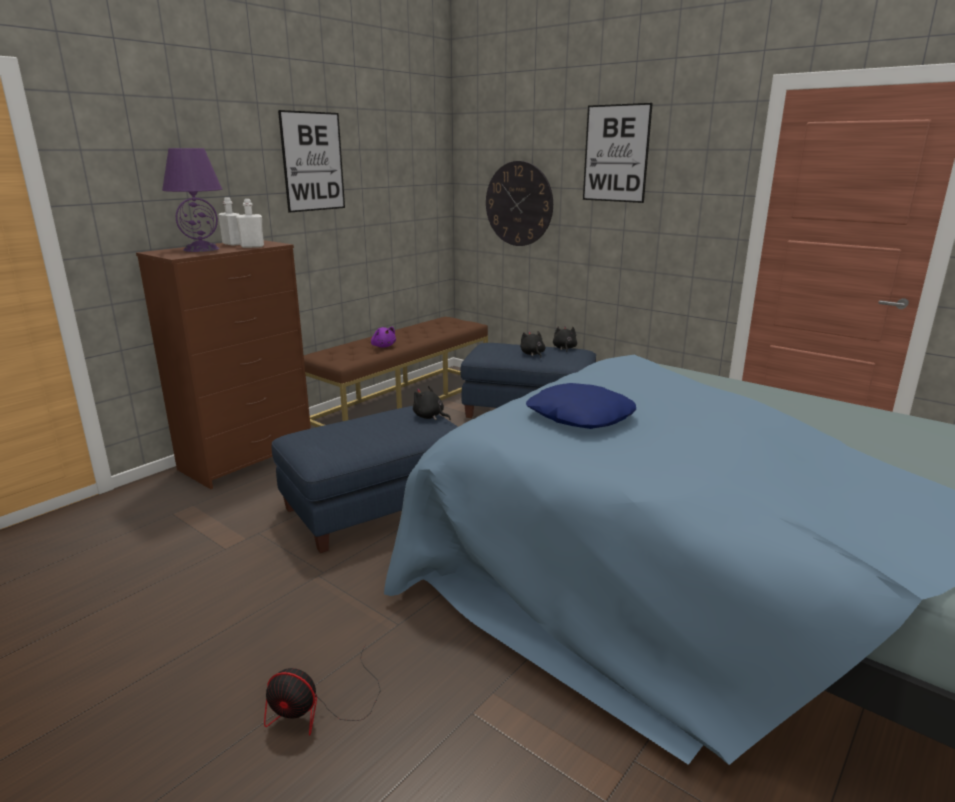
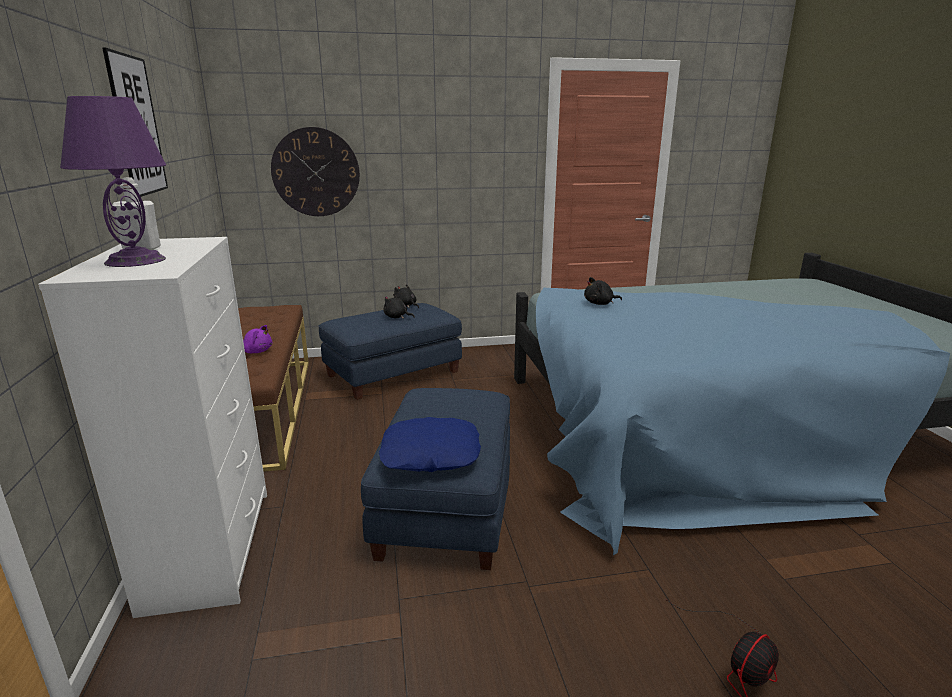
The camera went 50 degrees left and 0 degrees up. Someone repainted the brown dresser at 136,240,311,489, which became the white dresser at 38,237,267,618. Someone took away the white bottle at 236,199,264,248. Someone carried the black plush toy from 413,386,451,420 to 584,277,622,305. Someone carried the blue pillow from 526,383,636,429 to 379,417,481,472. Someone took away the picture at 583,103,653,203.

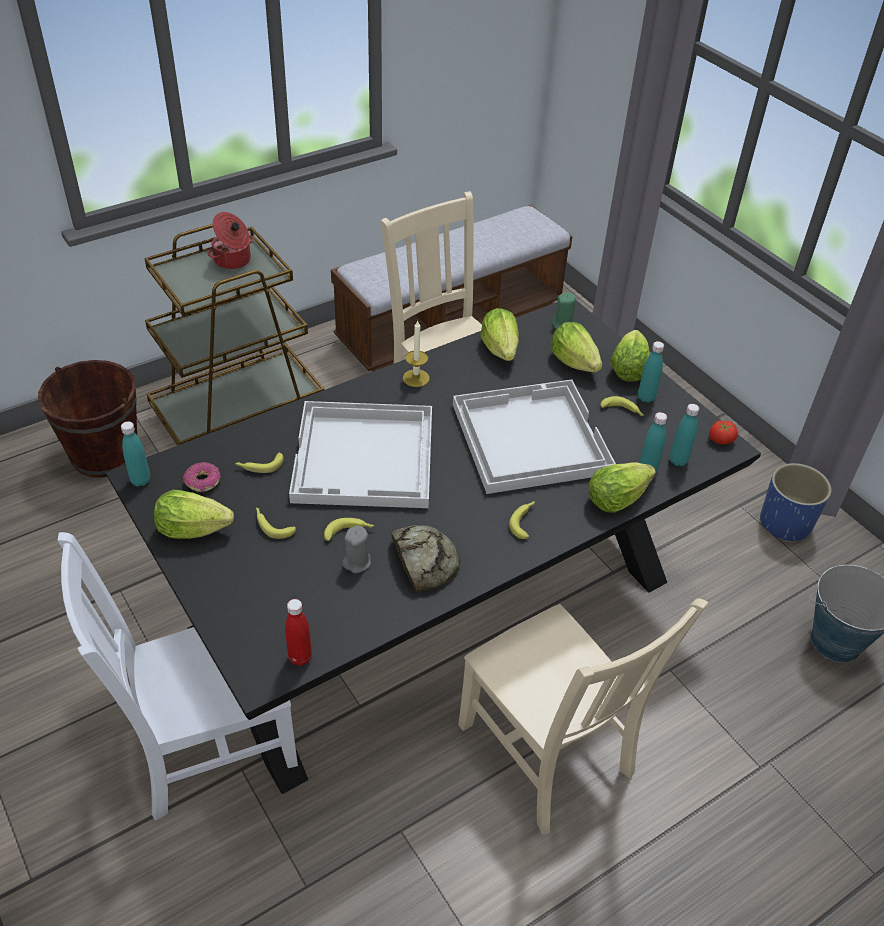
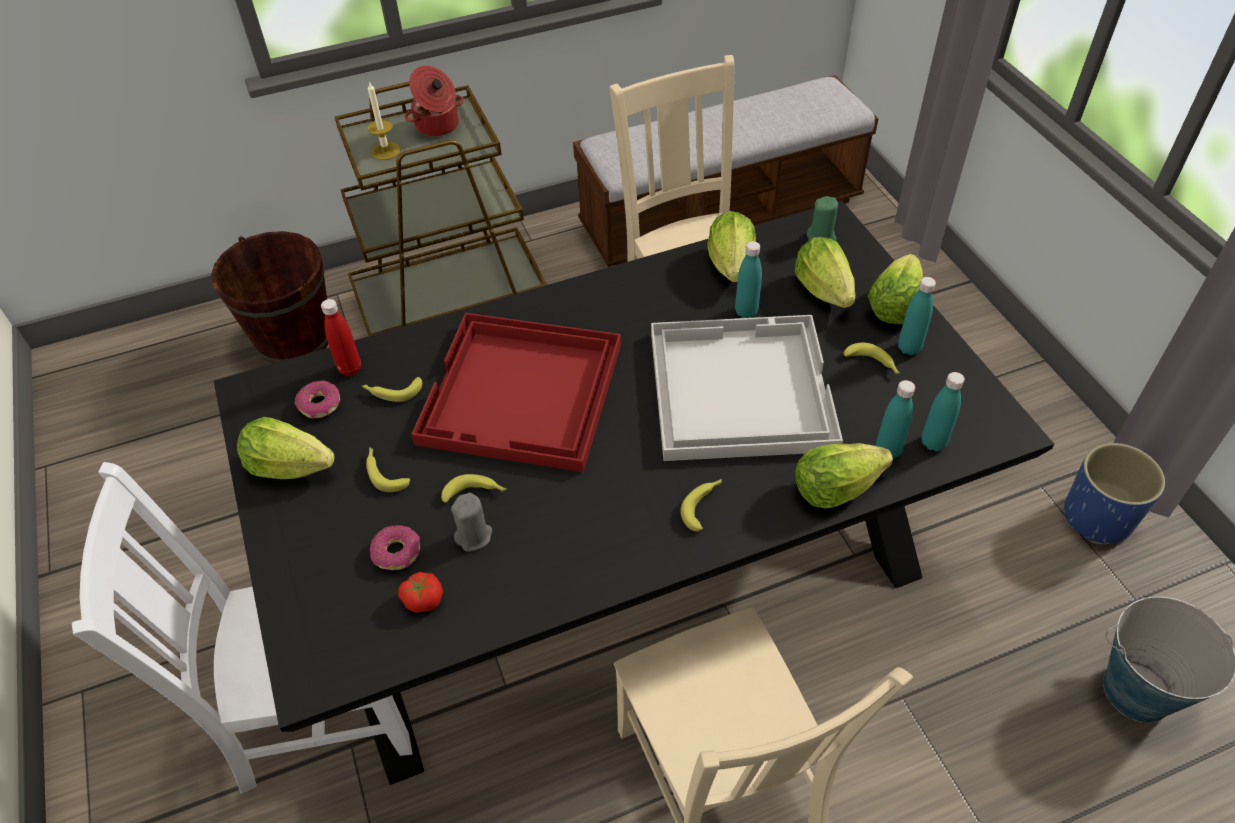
The camera went 15 degrees right and 5 degrees up. Someone carried the turquoise bottle from 121,421,150,487 to 735,241,762,318. Someone carried the red bottle from 285,599,312,666 to 321,299,361,376. Someone repainted the white tray at 289,401,432,508, which became the red tray at 411,313,621,472. Someone took away the bread at 391,525,460,592. Someone carried the candle from 403,320,430,387 to 367,82,400,160. Someone carried the tomato from 709,420,738,445 to 398,572,443,613. Someone put down the donut at 370,525,420,570.

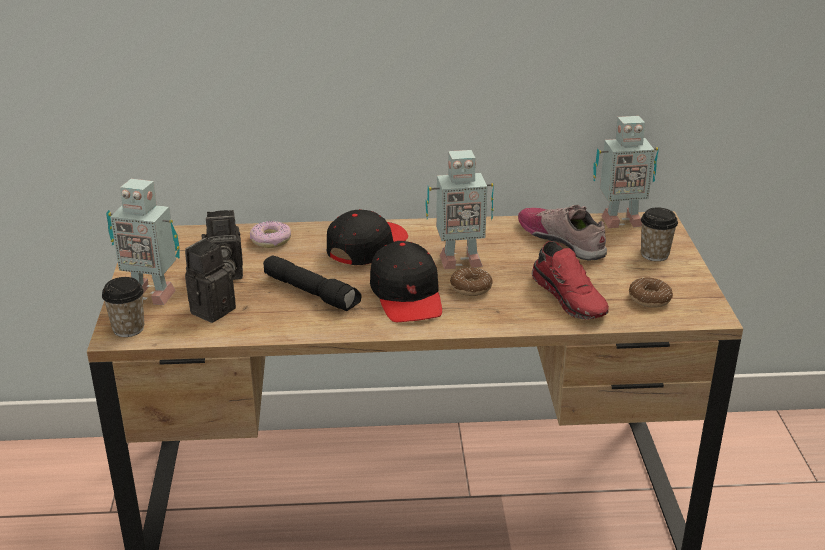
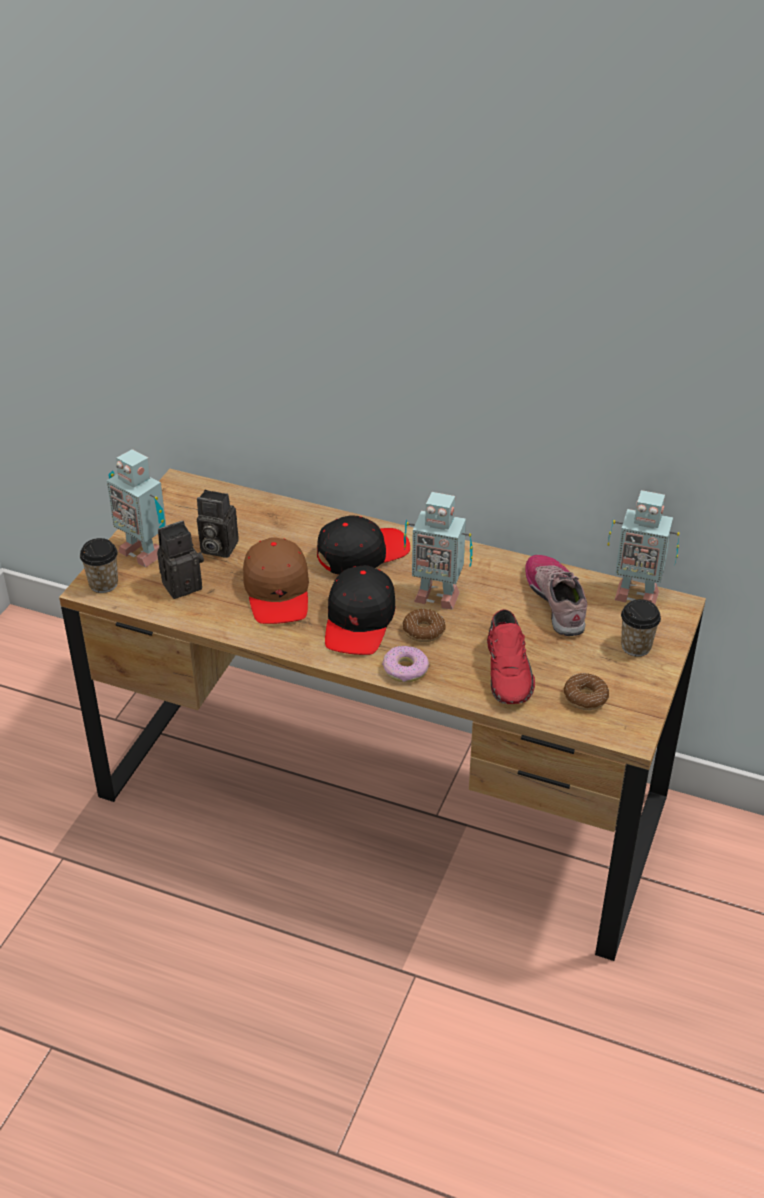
The camera went 25 degrees right and 10 degrees up. Someone carried the donut from 250,221,291,248 to 382,646,429,682. Someone swapped the black flashlight at 263,255,361,311 for the brown cap at 243,537,309,624.

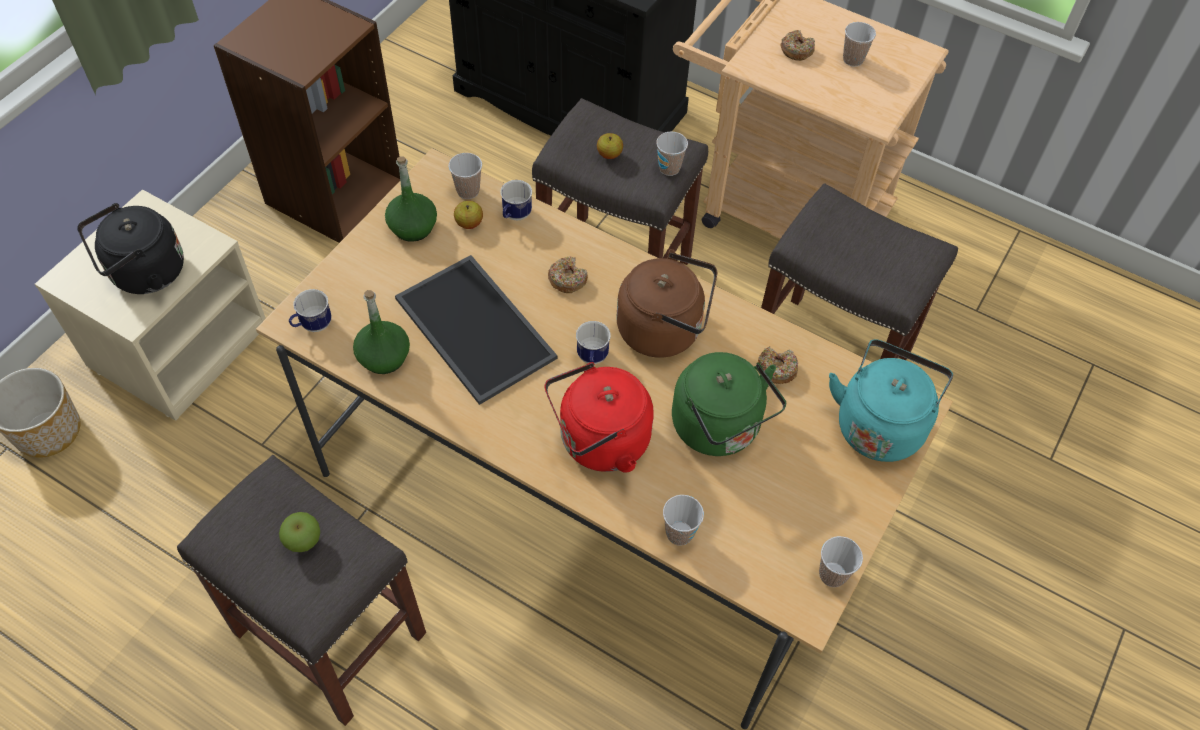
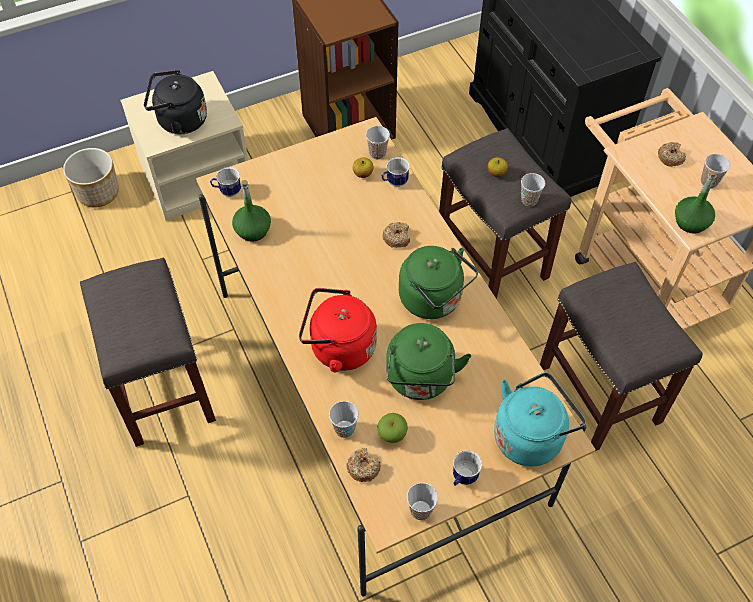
The camera went 35 degrees right and 0 degrees up. Someone carried the apple from 279,512,320,552 to 377,413,408,443. Someone carried the green bottle from 385,156,437,242 to 675,171,717,234. Someone took away the tray at 395,255,557,405. Someone carried the mug from 576,321,611,364 to 453,450,482,486. Someone repainted the brown kettle at 616,249,717,358, which became the green kettle at 399,246,478,319. Someone carried the donut from 758,346,798,385 to 346,448,381,482.

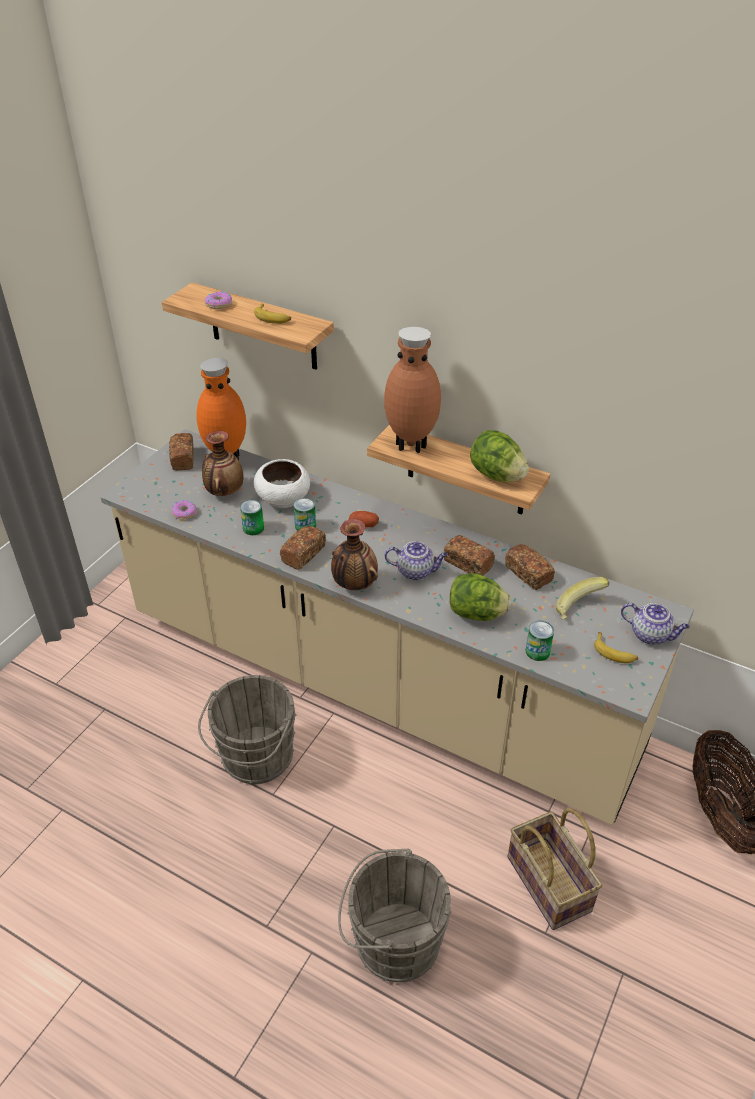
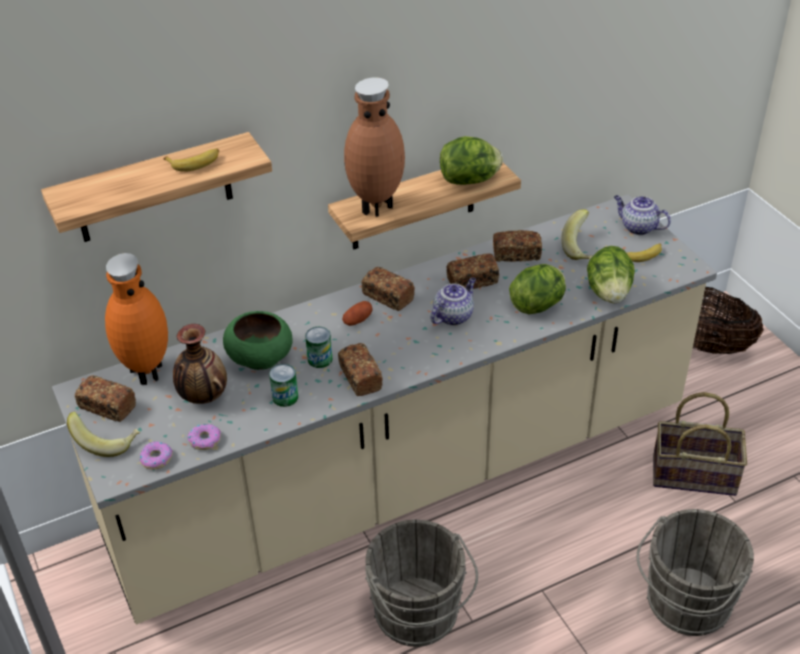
The camera went 55 degrees left and 0 degrees up. Someone carried the donut from 205,291,232,309 to 140,441,173,470. Someone repainted the white bowl at 254,459,310,508, which became the green bowl at 223,311,292,370. Someone took away the vase at 331,519,378,590. Someone swapped the can at 526,621,554,661 for the lettuce at 587,246,635,304. Someone rotated the teapot at 621,603,690,645 by 120 degrees counterclockwise. Someone put down the banana at 67,412,140,457. Someone put down the bread at 361,267,415,311.

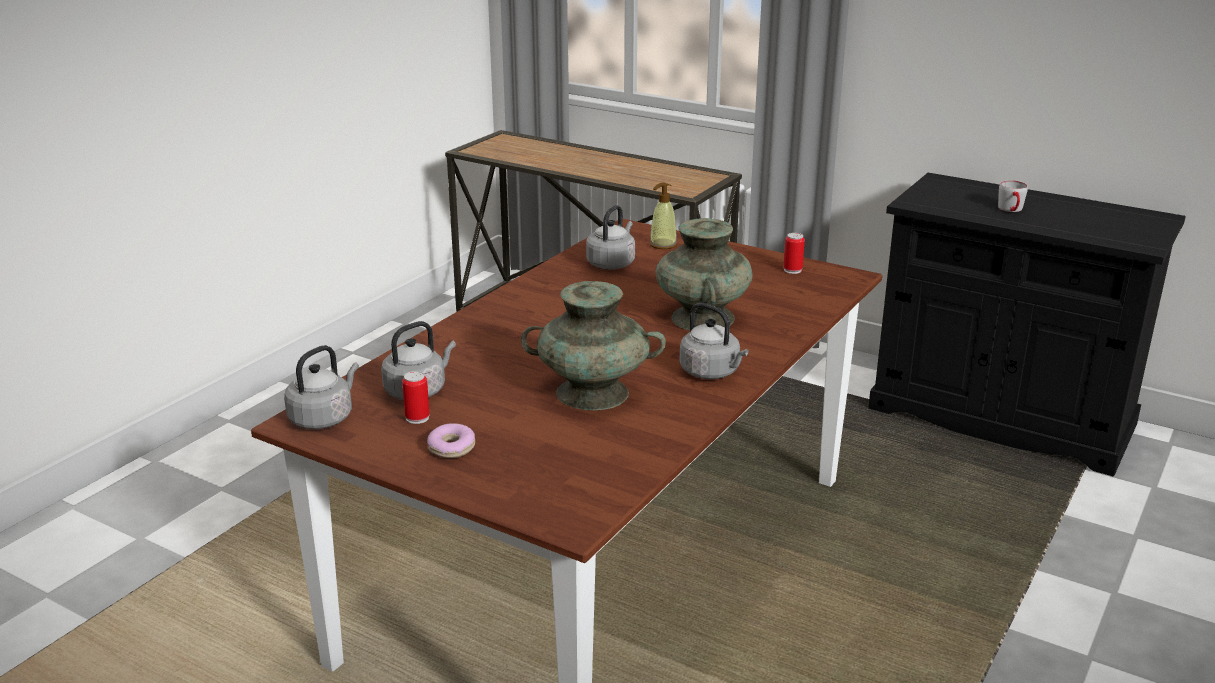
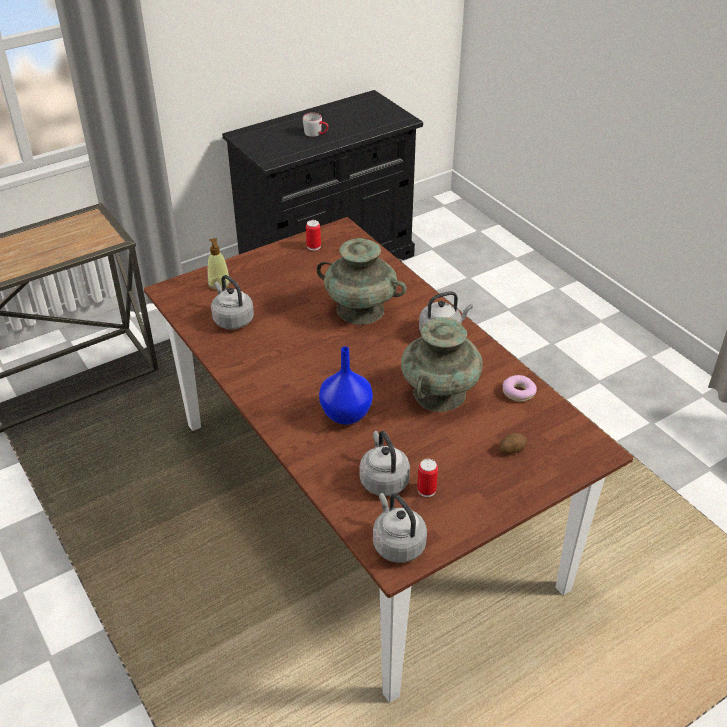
The camera went 65 degrees left and 15 degrees up. Someone carried the donut from 427,423,475,458 to 503,375,537,402. Someone put down the blue vase at 319,347,373,425. Someone put down the potato at 500,433,527,454.

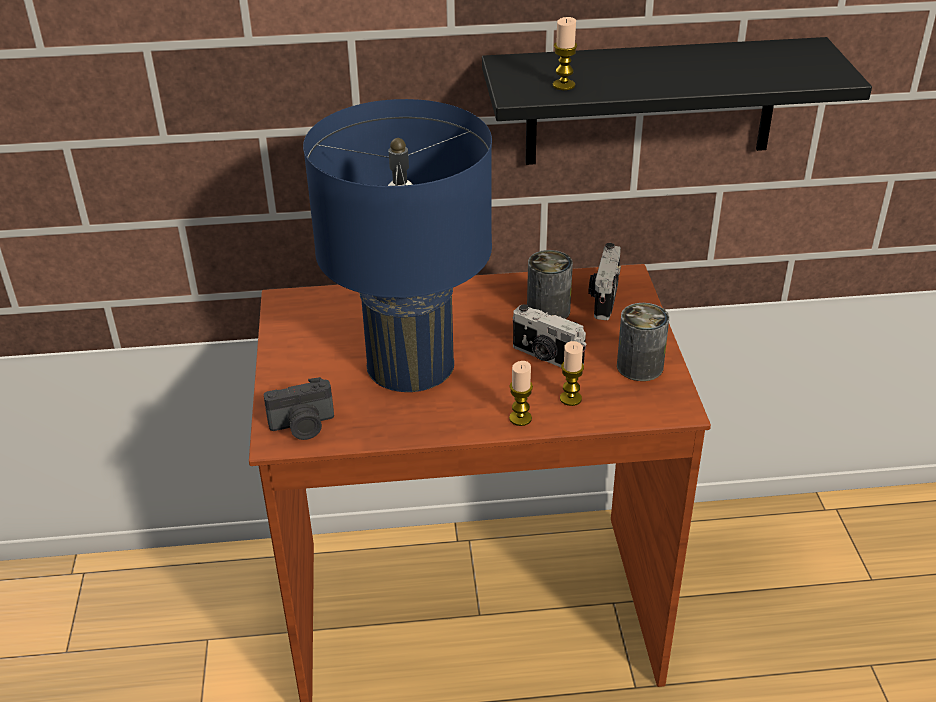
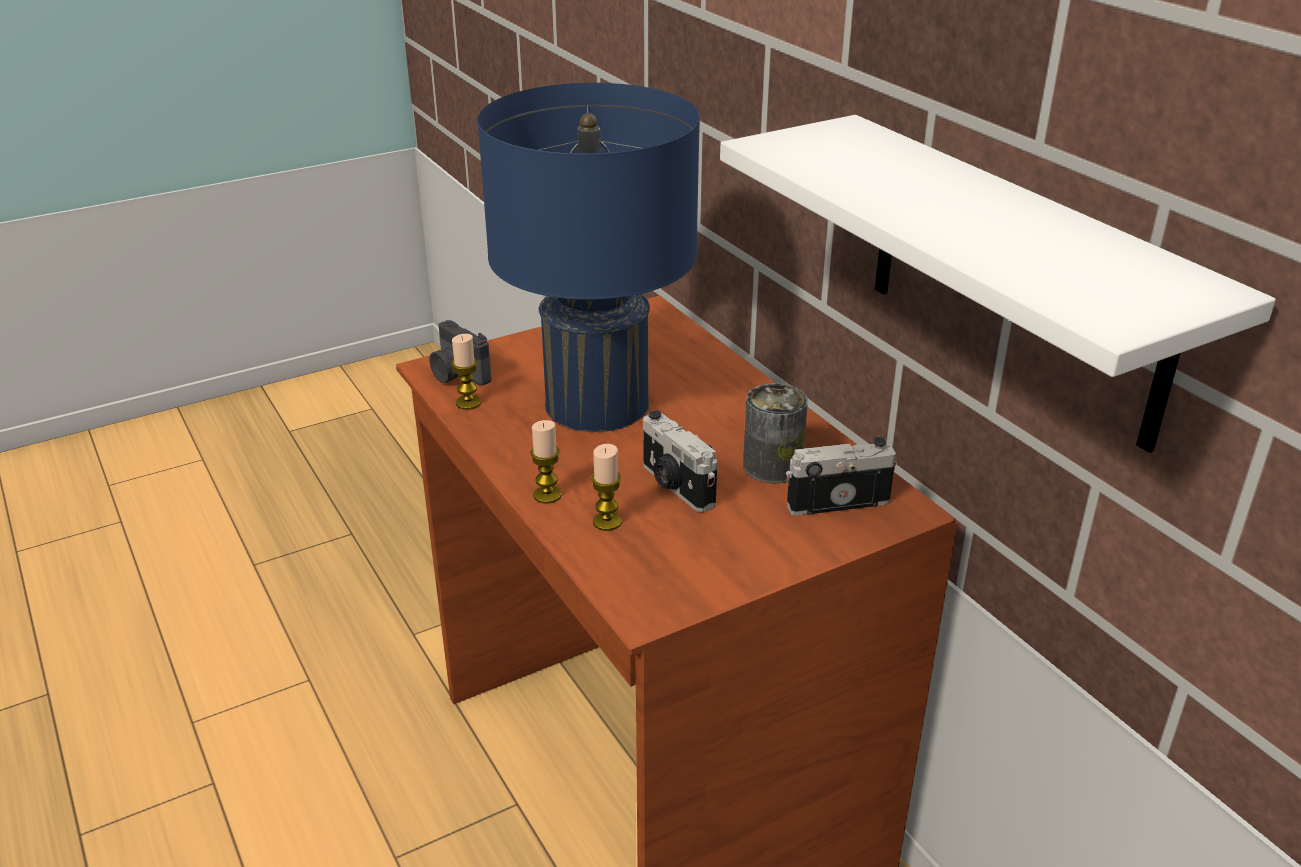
The camera went 65 degrees right and 5 degrees down. Someone repainted the black shelf at 482,37,872,165, which became the white shelf at 720,115,1276,453. Someone rotated the photo camera at 513,304,587,367 by 45 degrees counterclockwise. Someone carried the candle from 553,17,577,90 to 451,334,481,410. Someone took away the can at 617,303,669,381.

